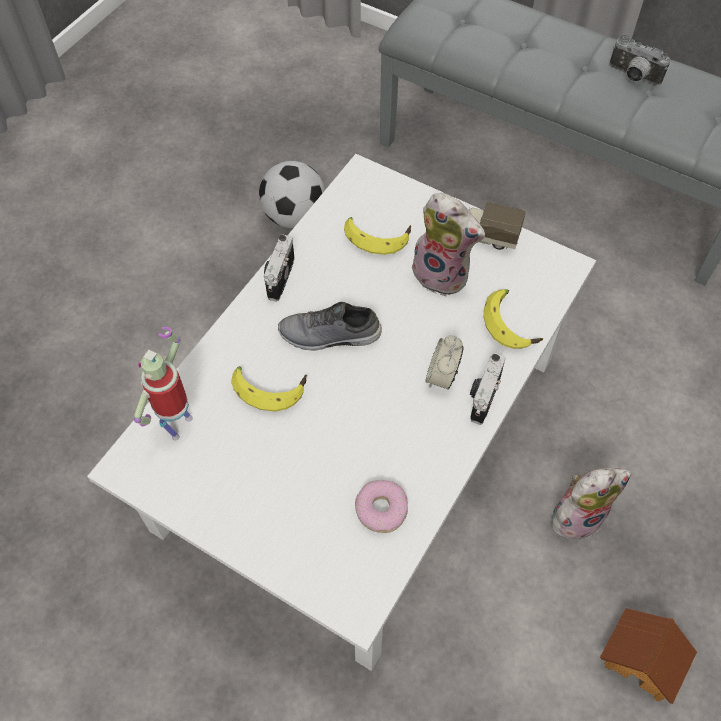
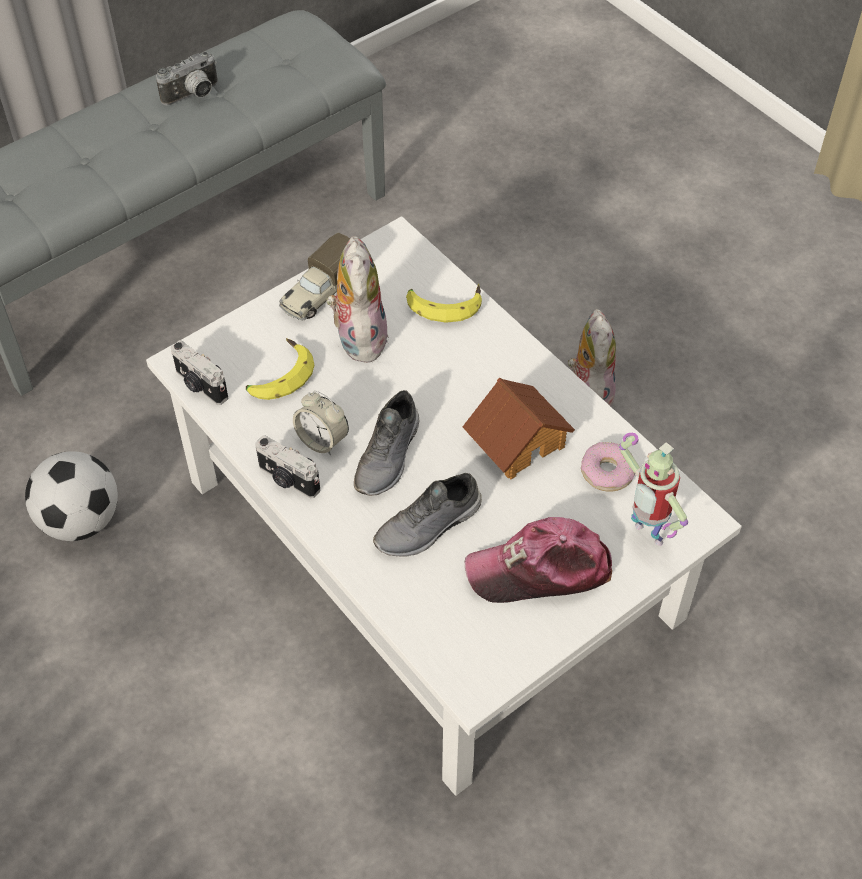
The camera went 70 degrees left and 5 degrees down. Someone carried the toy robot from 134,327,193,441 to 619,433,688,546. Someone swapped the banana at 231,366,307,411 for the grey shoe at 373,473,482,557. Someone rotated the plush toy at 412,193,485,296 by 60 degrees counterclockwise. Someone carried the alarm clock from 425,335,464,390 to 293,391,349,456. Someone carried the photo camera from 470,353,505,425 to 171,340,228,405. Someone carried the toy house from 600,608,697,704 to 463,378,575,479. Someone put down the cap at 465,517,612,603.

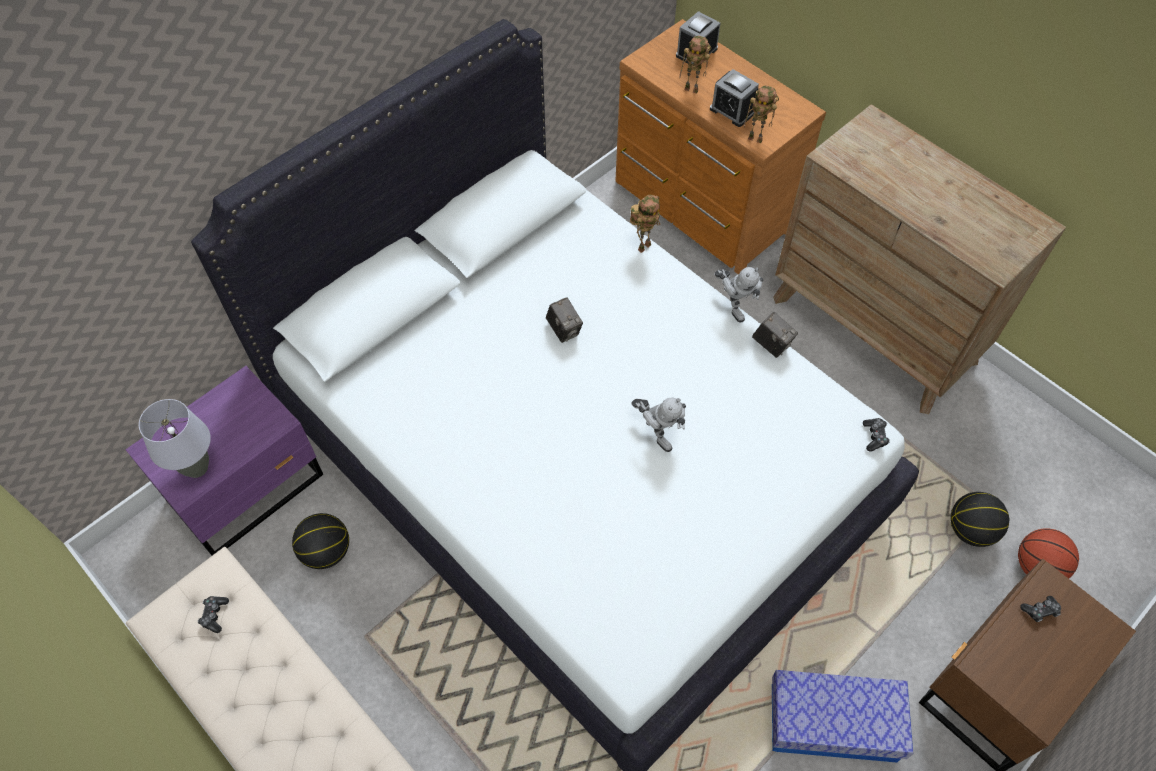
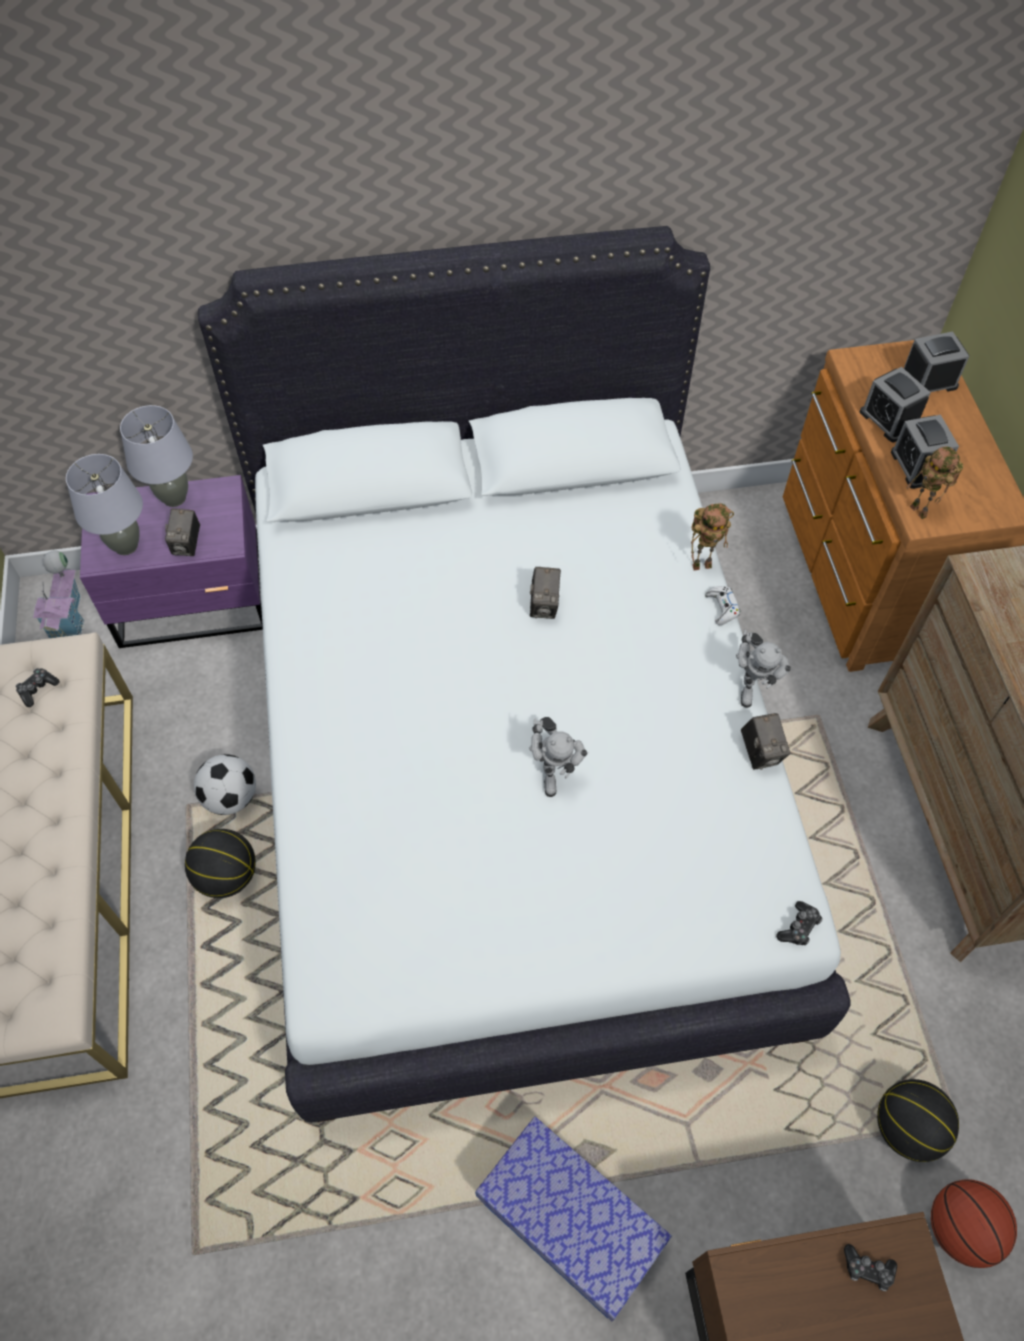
The camera went 35 degrees right and 0 degrees up. Someone carried the basketball from 292,513,349,569 to 185,829,256,898. Someone swapped the toy robot at 680,36,711,94 for the alarm clock at 860,367,931,442. Someone put down the toy house at 33,550,85,638. Someone put down the grey table lamp at 120,405,193,507. Someone put down the photo camera at 165,508,200,556. Someone put down the football at 194,754,256,815. Someone put down the white game controller at 705,586,740,625.

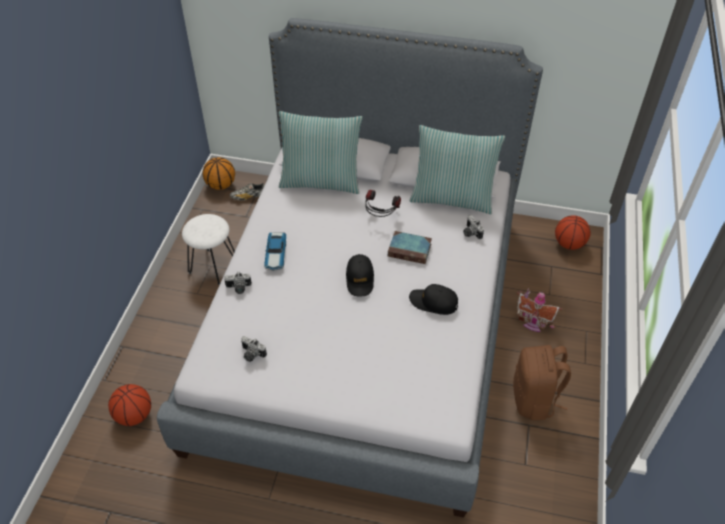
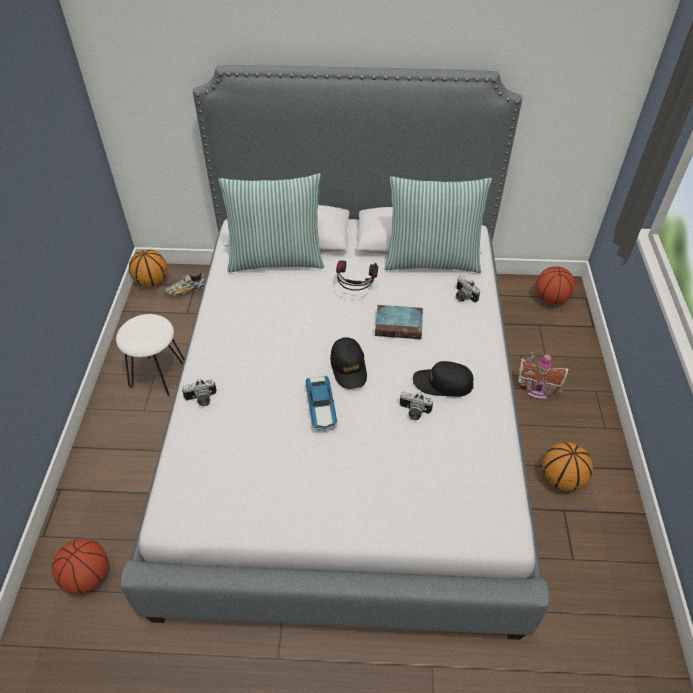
The camera went 10 degrees left and 0 degrees up. Someone carried the photo camera from 241,336,267,362 to 400,391,433,420. Someone carried the toy car from 264,232,286,271 to 306,376,338,430. Someone swapped the brown backpack at 513,345,571,420 for the basketball at 542,442,593,491.

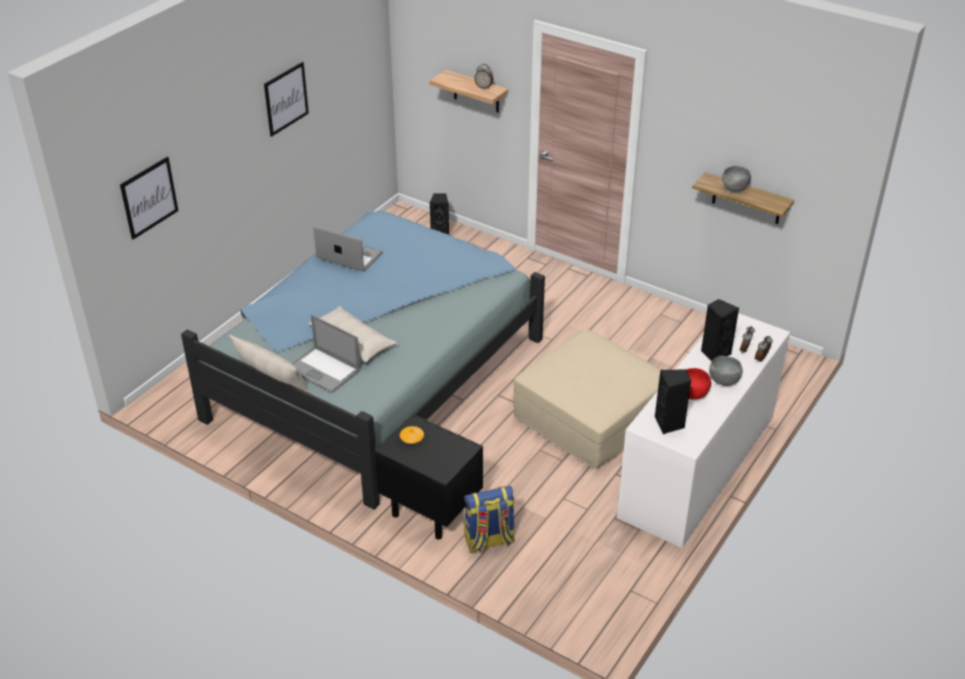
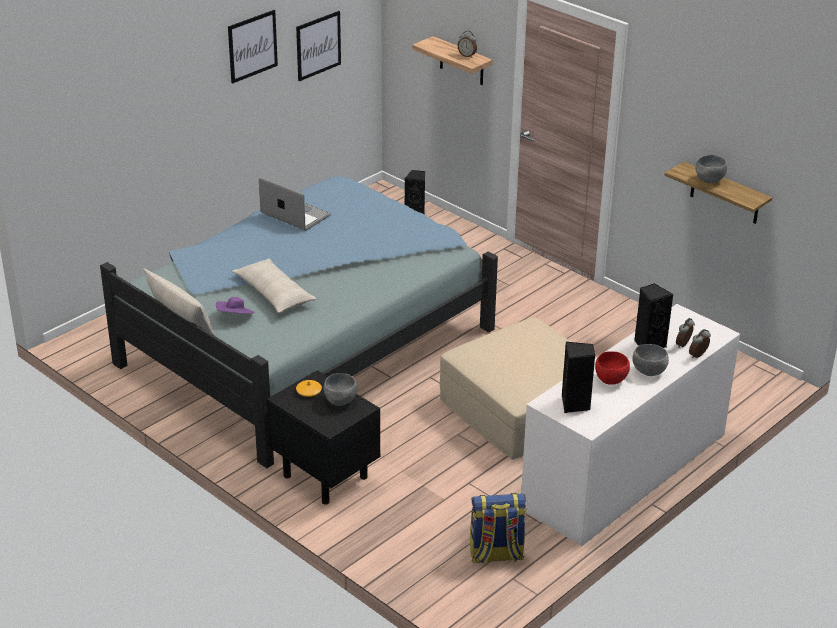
The camera went 10 degrees right and 5 degrees down. Someone carried the picture from 120,157,178,240 to 296,11,341,81. Someone swapped the laptop at 292,314,360,393 for the purple hat at 216,297,254,314. Someone carried the backpack from 464,486,515,552 to 470,493,527,564. Someone put down the grey bowl at 324,373,357,406.

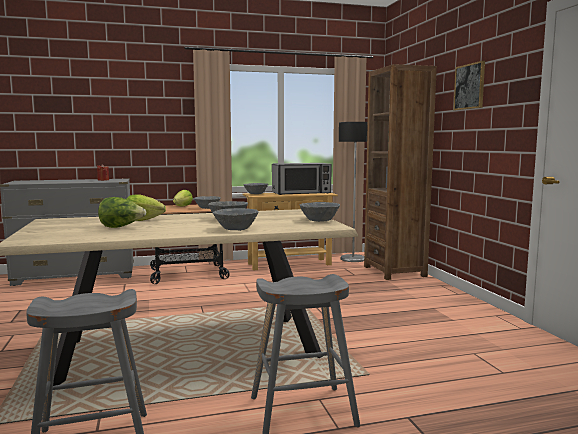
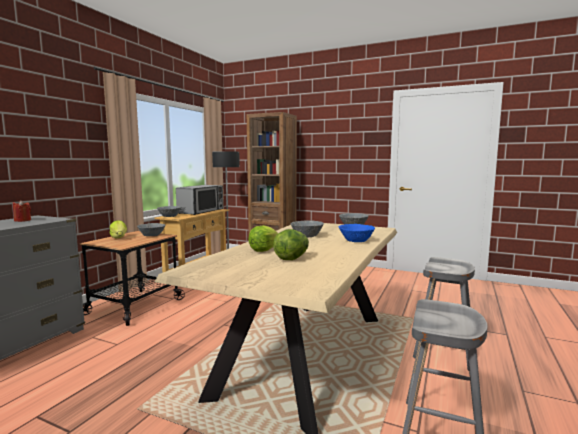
The camera went 50 degrees left and 0 degrees up. Someone repainted the grey bowl at 213,208,259,231, which became the blue bowl at 339,224,375,242. Someone took away the picture at 453,61,485,110.

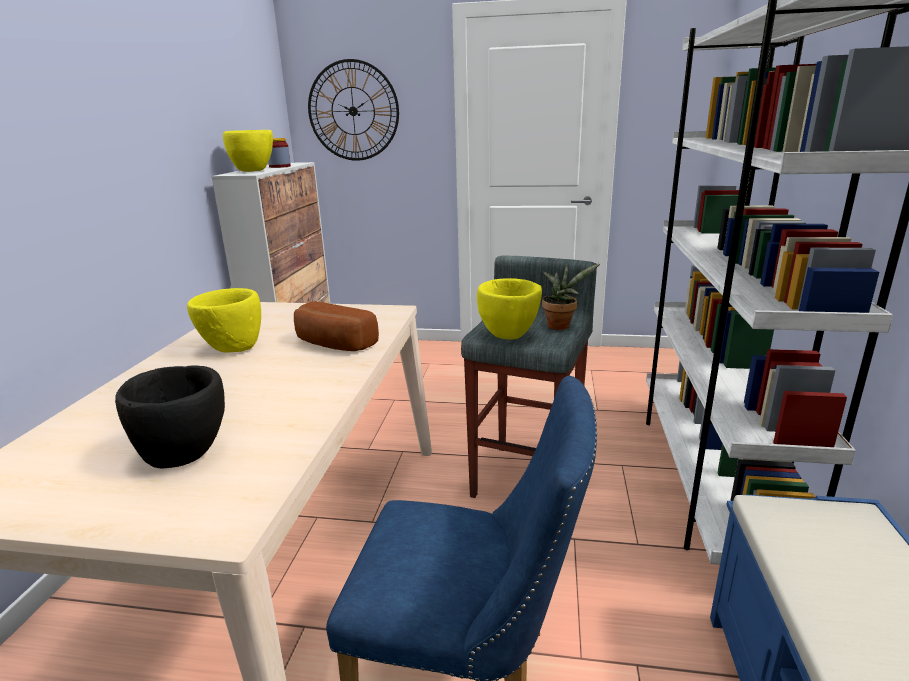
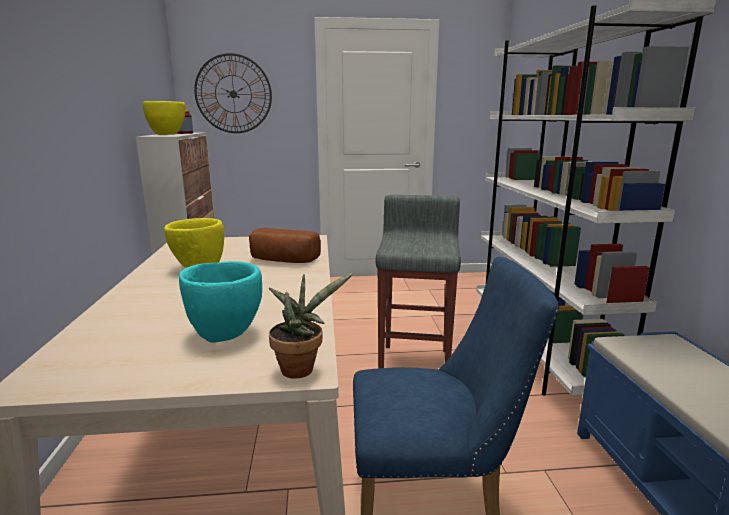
The camera went 15 degrees left and 5 degrees down. Someone repainted the black bowl at 115,366,225,469, which became the turquoise bowl at 179,261,262,343. Someone took away the yellow bowl at 477,278,542,340. Someone carried the potted plant from 542,262,601,330 to 269,273,353,379.

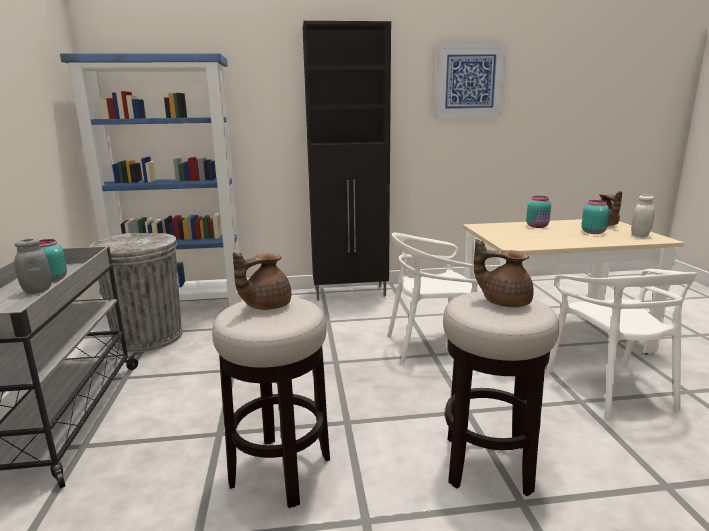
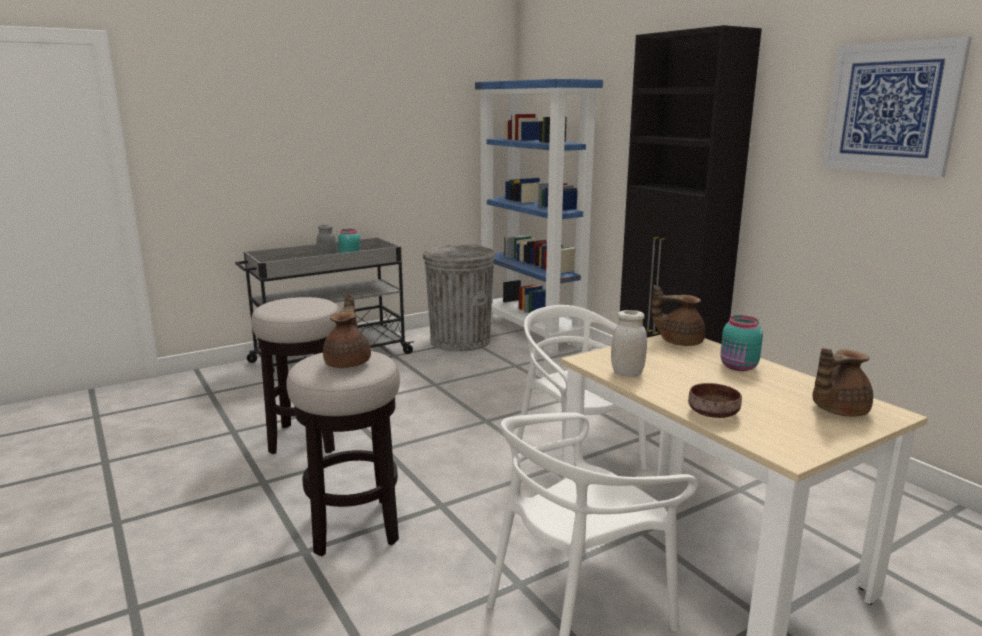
The camera went 65 degrees right and 0 degrees up. Someone carried the brown teapot from 233,252,291,310 to 652,285,705,346. Someone took away the turquoise jar at 581,200,610,234. Someone carried the white jar from 631,195,655,237 to 611,310,647,377. Someone put down the brown bowl at 688,383,742,418.

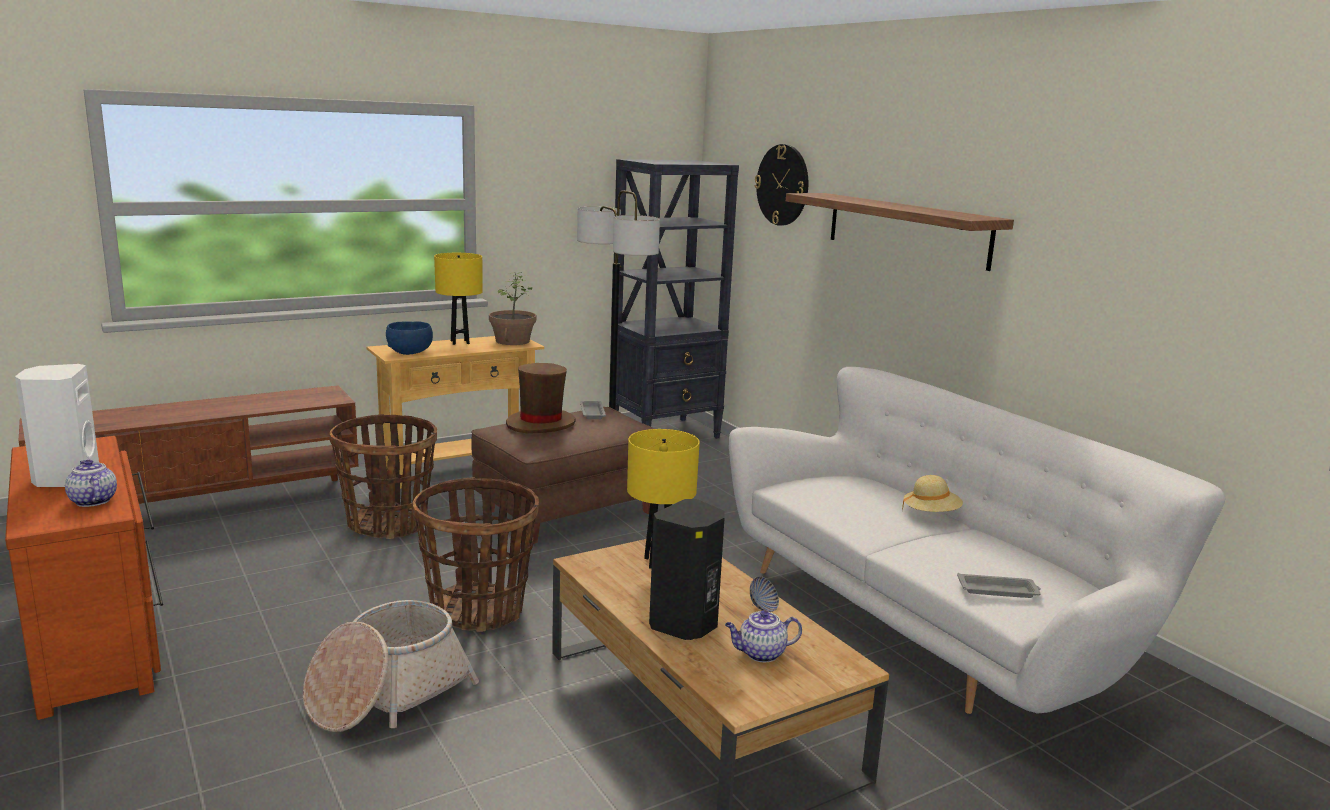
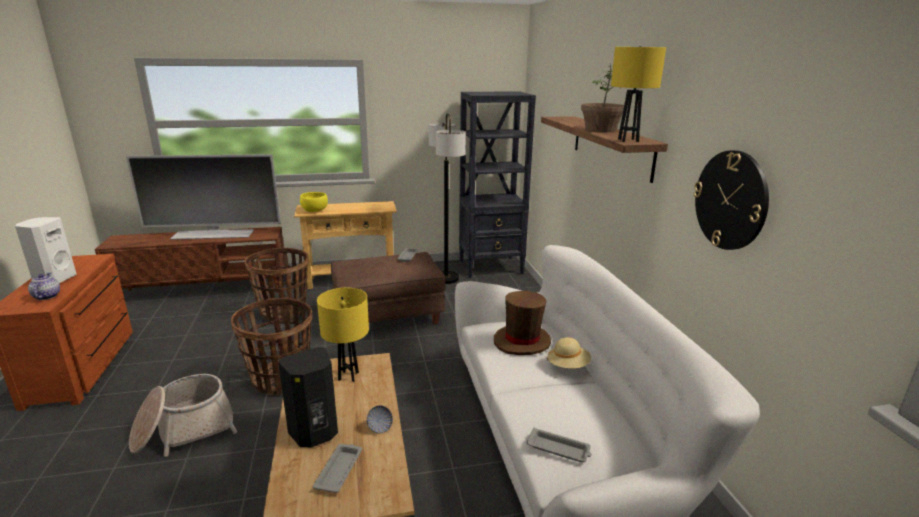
The camera went 20 degrees right and 5 degrees up. Someone repainted the blue bowl at 386,321,433,355, which became the yellow bowl at 300,192,328,212. Someone carried the yellow table lamp from 434,253,483,345 to 611,46,666,142. Someone carried the potted plant from 489,272,536,345 to 581,63,624,132. Someone carried the brown hat from 506,363,575,434 to 494,291,551,355. Someone swapped the teapot at 725,610,802,662 for the grey tray at 313,444,362,493. Someone carried the wall clock from 755,144,808,226 to 693,150,769,250. Someone put down the television at 126,154,281,240.

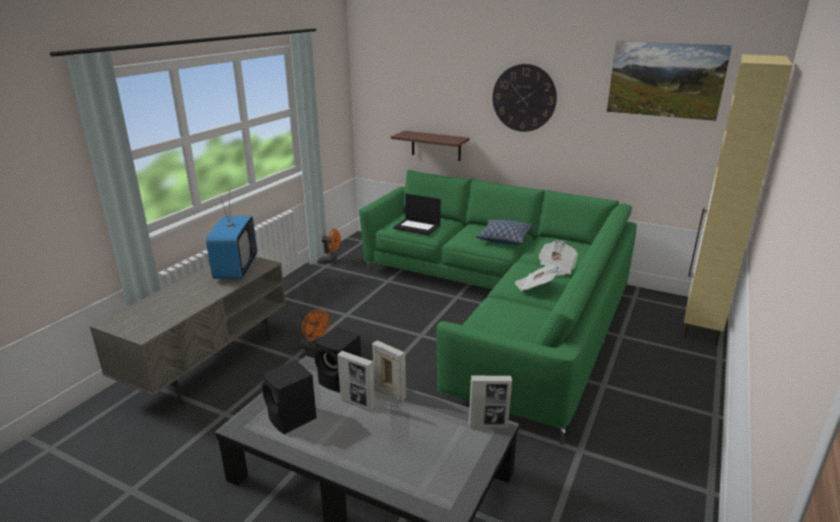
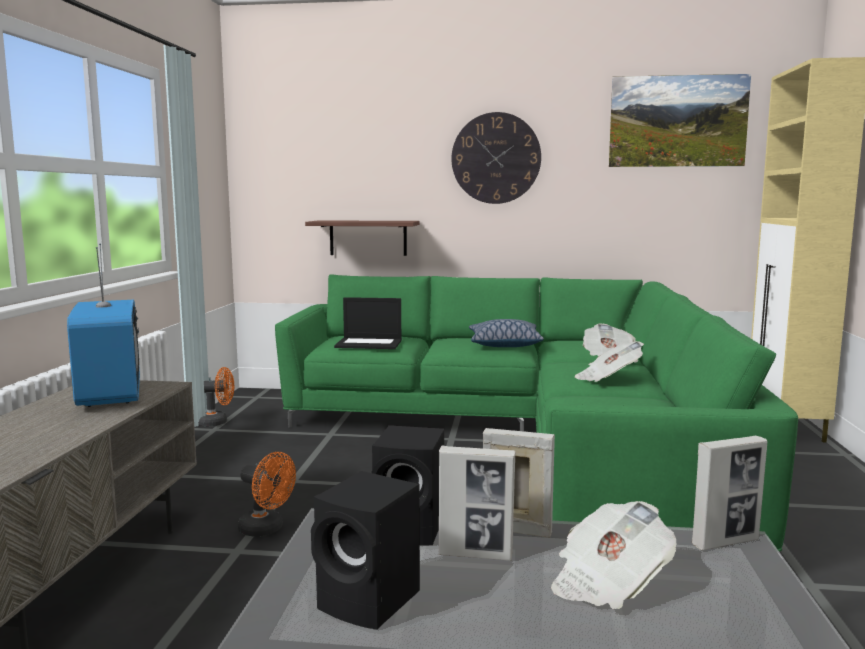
The camera went 20 degrees left and 15 degrees down. Someone put down the newspaper at 551,501,676,609.

